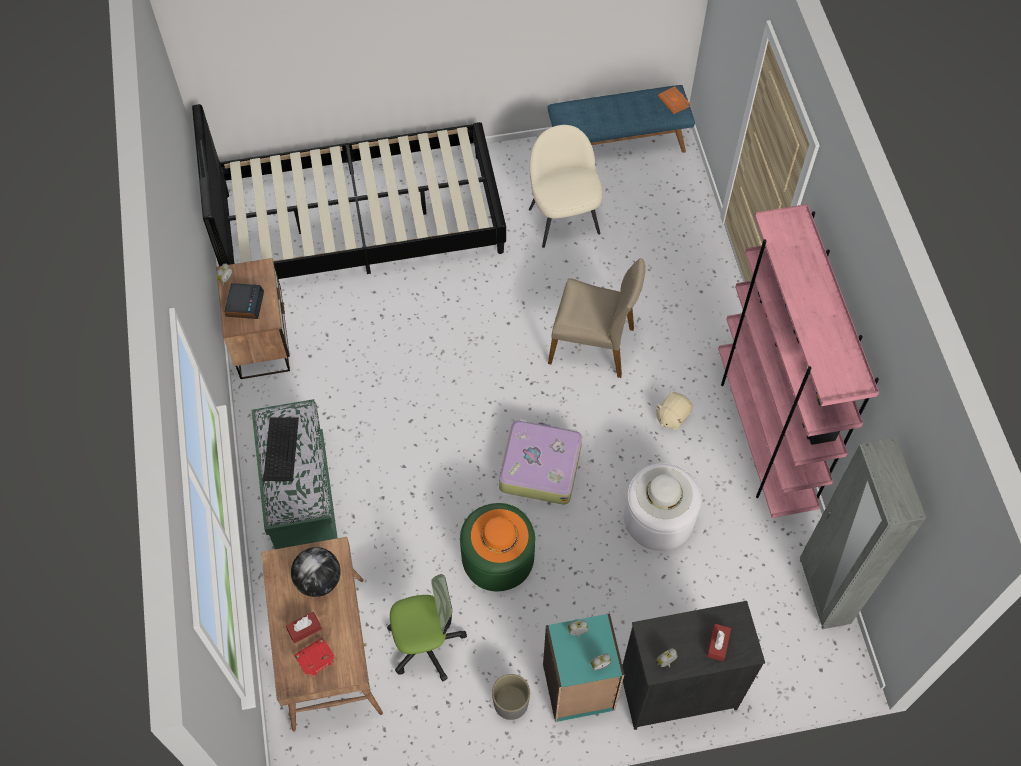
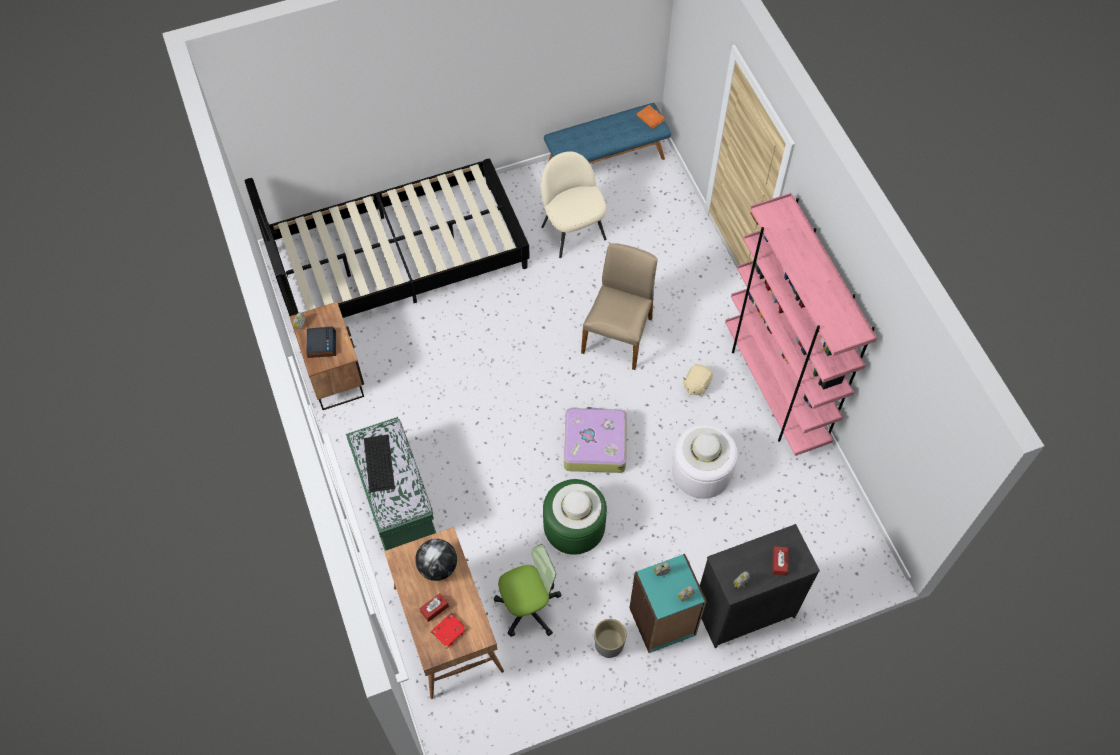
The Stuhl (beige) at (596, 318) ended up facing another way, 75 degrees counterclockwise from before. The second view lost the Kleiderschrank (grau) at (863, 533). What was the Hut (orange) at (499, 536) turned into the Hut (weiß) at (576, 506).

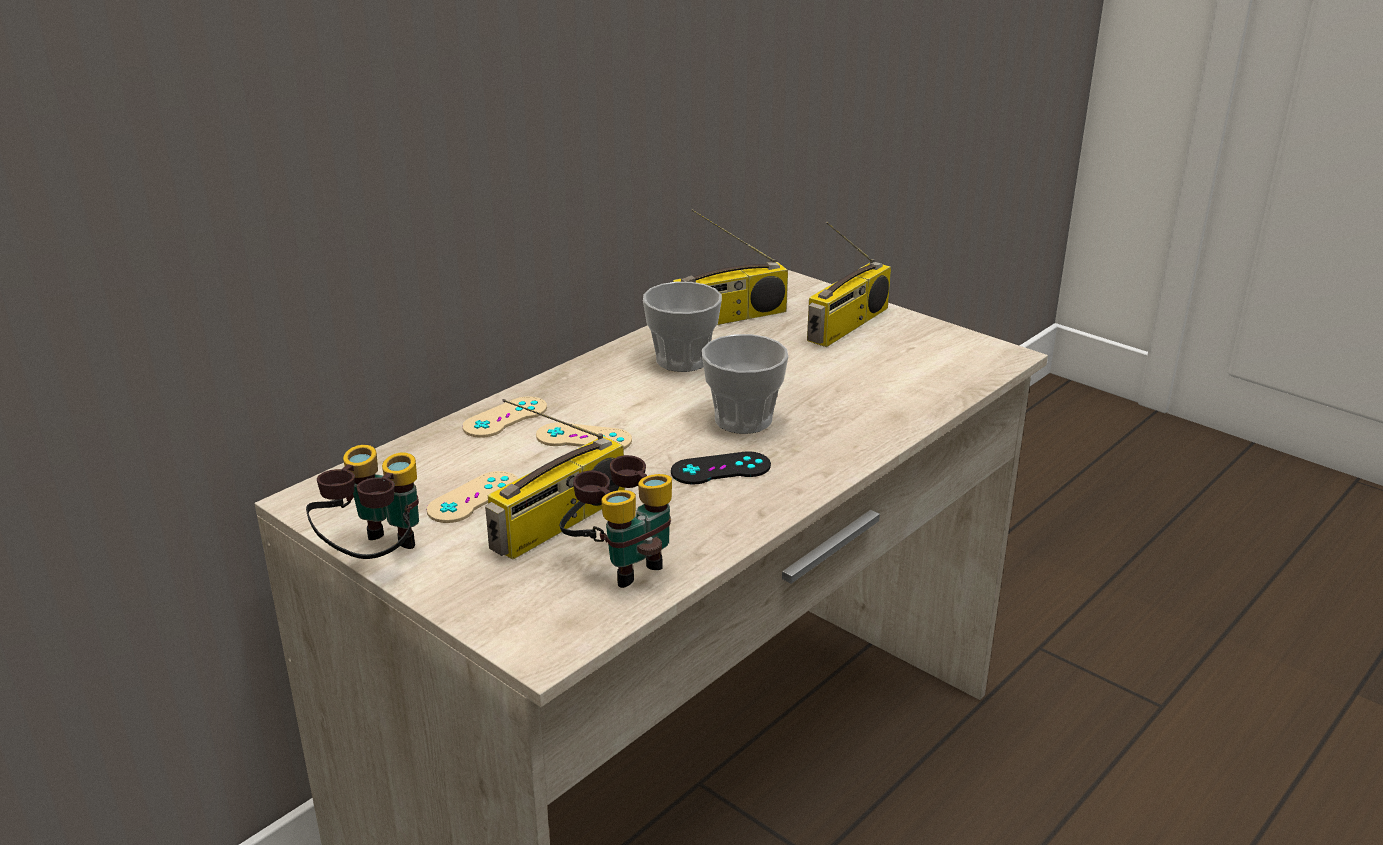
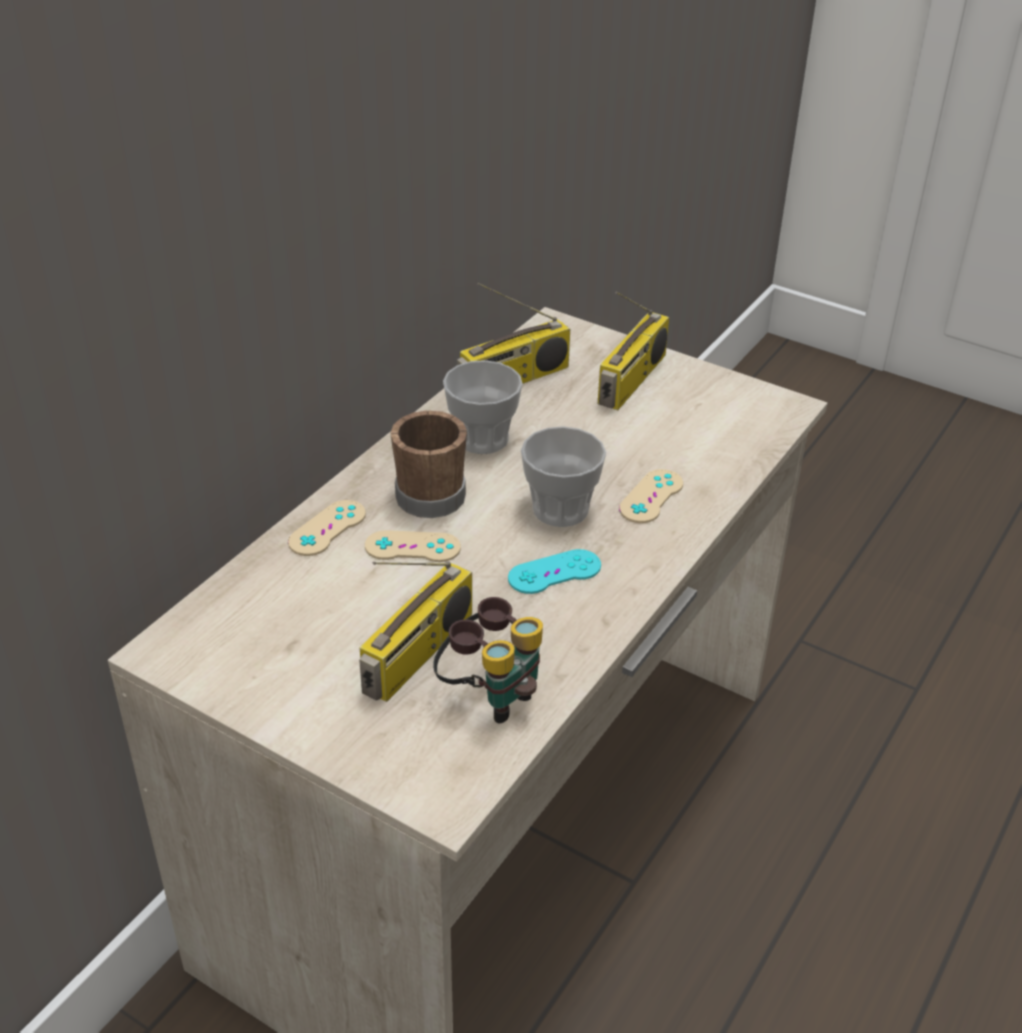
The second view lost the Fernglas at (362, 502). What was the Gamepad (schwarz) at (721, 467) turned into the Gamepad (türkis) at (554, 571). The Gamepad (beige) ended up elsewhere, having gone from (472, 497) to (651, 496). The second view gained the Henkelbecher (braun) at (429, 464).

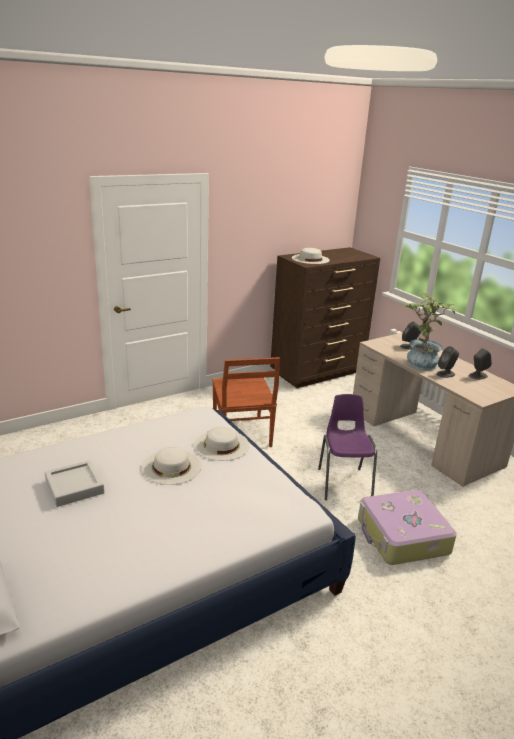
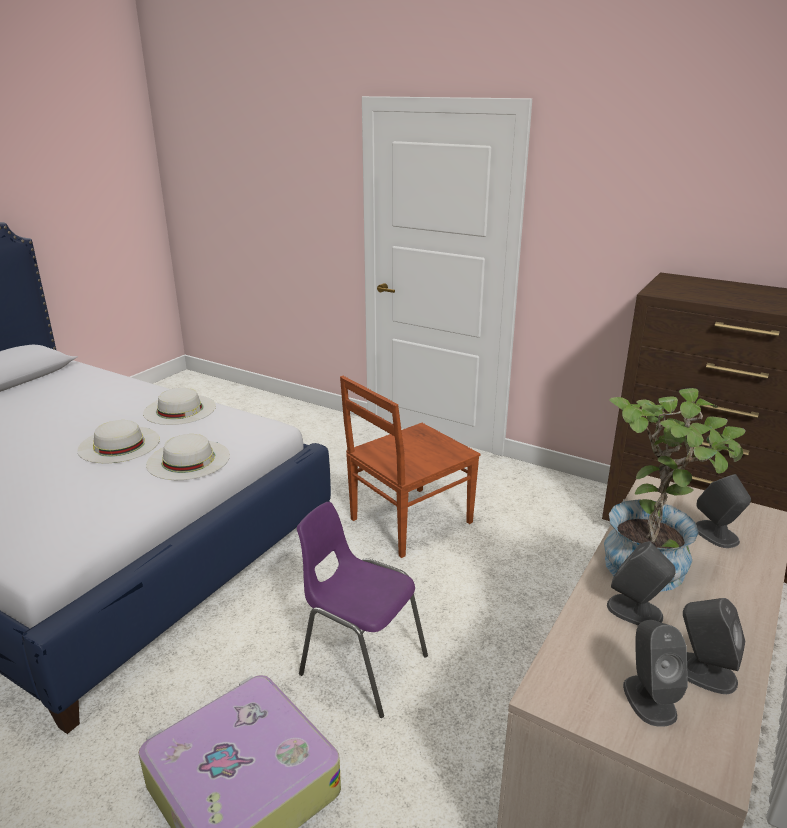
The Hut (weiß) ended up elsewhere, having gone from (311, 256) to (179, 406). The Stuhl (lila) at (347, 447) ended up facing another way, 120 degrees counterclockwise from before. The second view lost the Tablett (grau) at (75, 483). The second view gained the Lautsprecher (grau) at (655, 673).

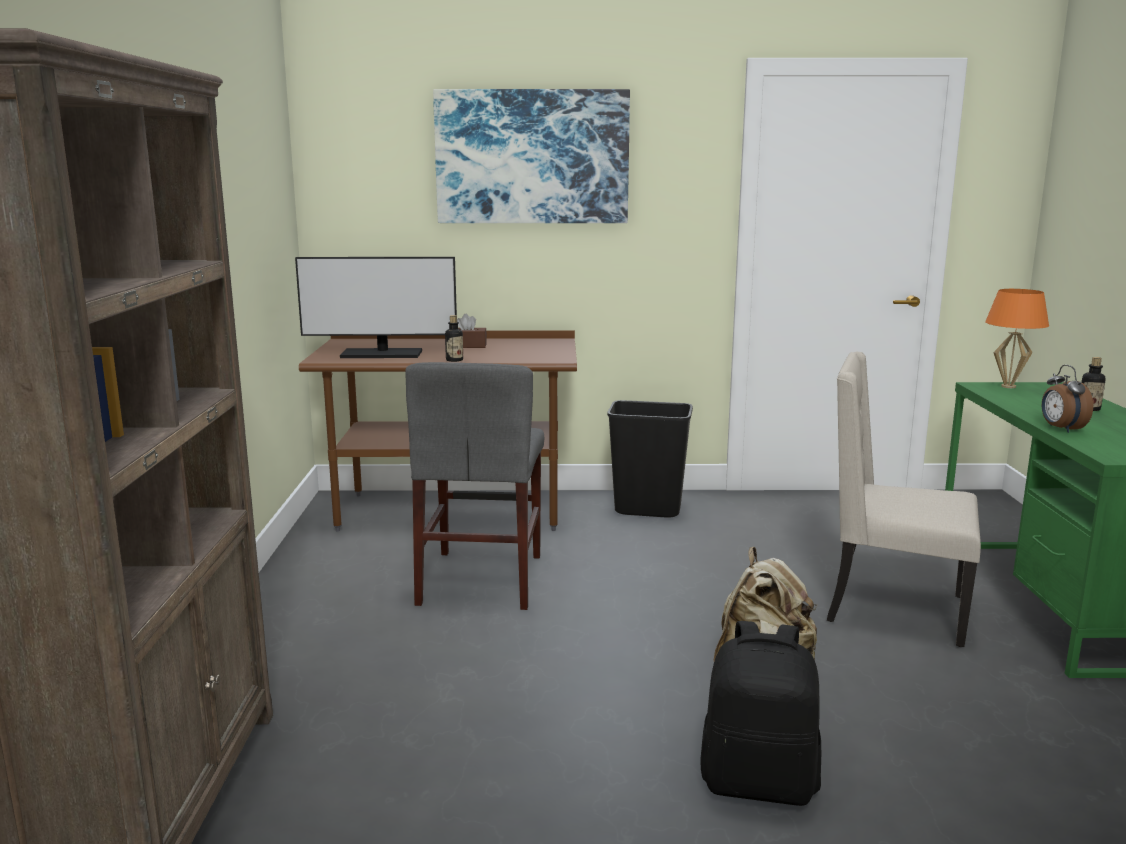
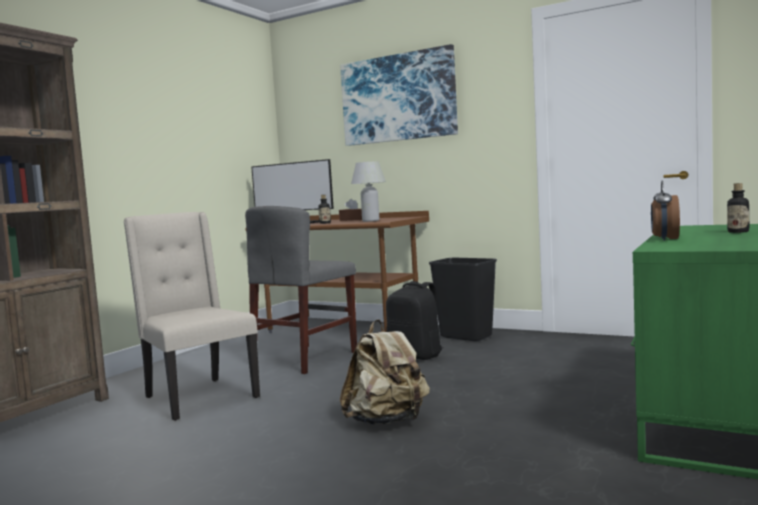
The second view lost the Tischlampe (orange) at (1017, 338). The Stuhl (beige) ended up elsewhere, having gone from (904, 499) to (192, 316). The Rucksack (schwarz) ended up elsewhere, having gone from (761, 713) to (415, 320). The second view gained the Tischlampe (weiß) at (368, 192).

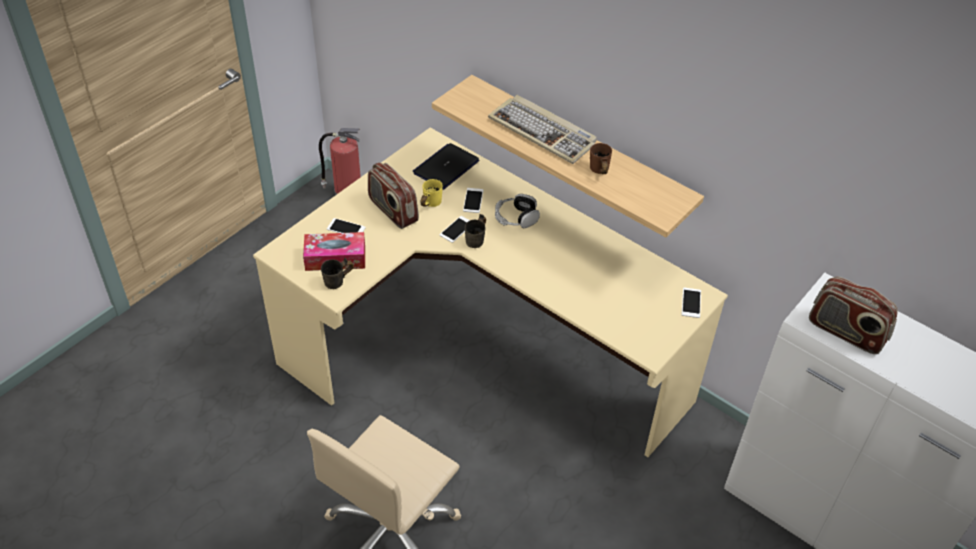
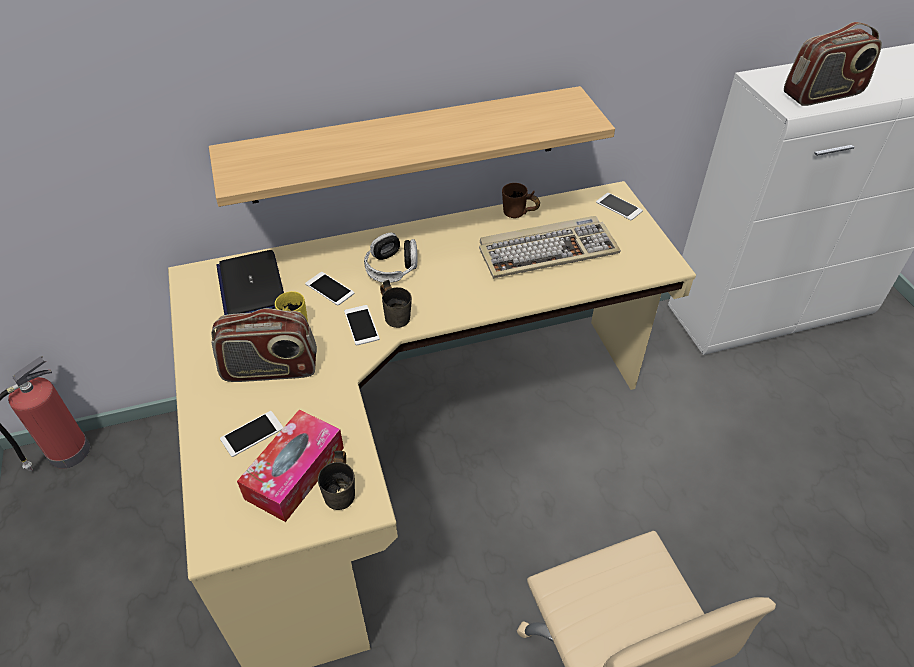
The Tastatur ended up elsewhere, having gone from (542, 129) to (550, 247). The Henkelbecher (braun) ended up elsewhere, having gone from (601, 158) to (521, 200).

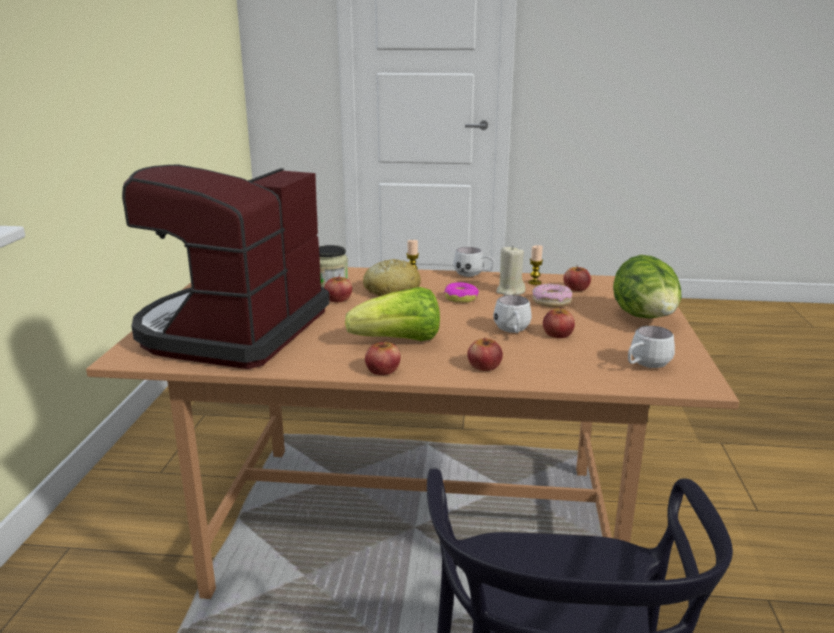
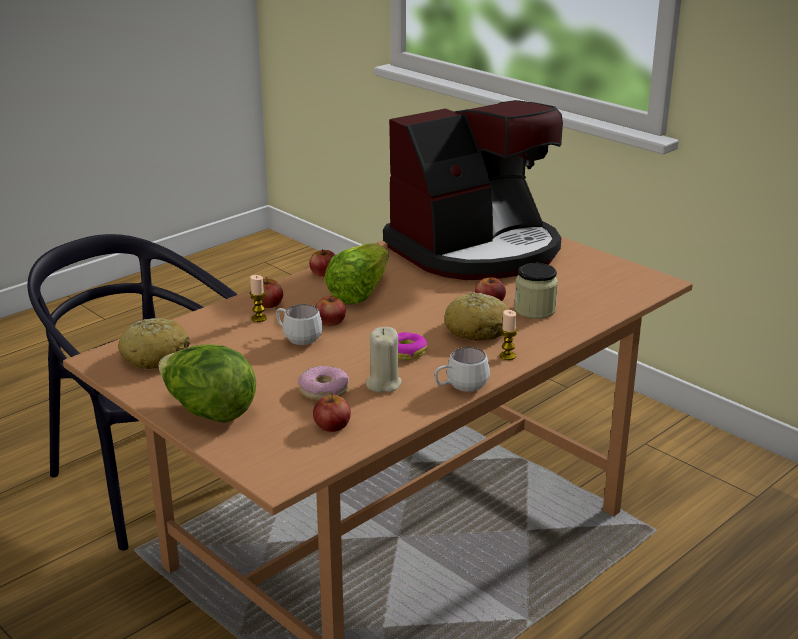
The Kaffeemaschine at (226, 266) ended up facing another way, 90 degrees clockwise from before. The Kerze ended up elsewhere, having gone from (535, 265) to (258, 298). The Apfel ended up elsewhere, having gone from (559, 321) to (330, 311). Where the Henkelbecher (weiß) stood at (651, 347), the Brot came to stand at (154, 343).

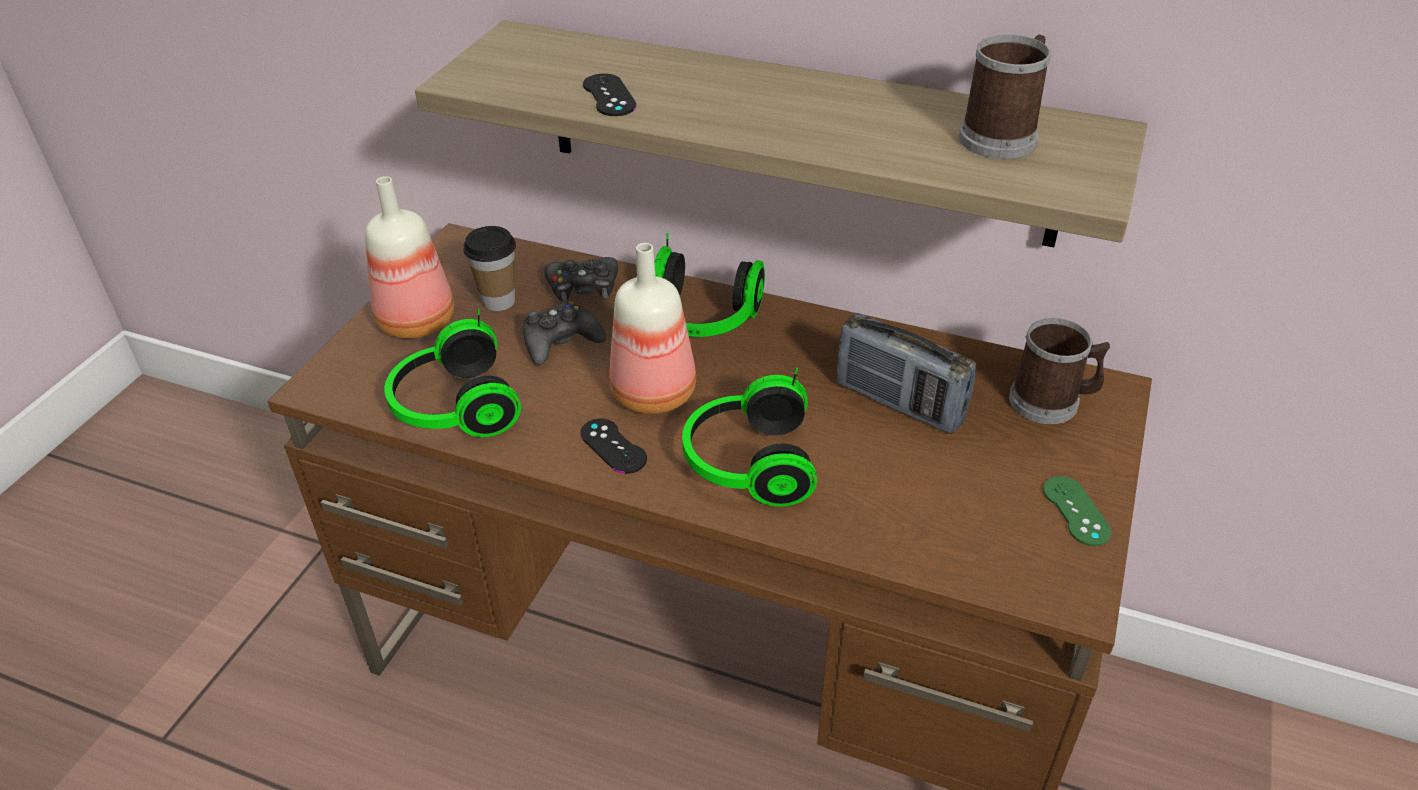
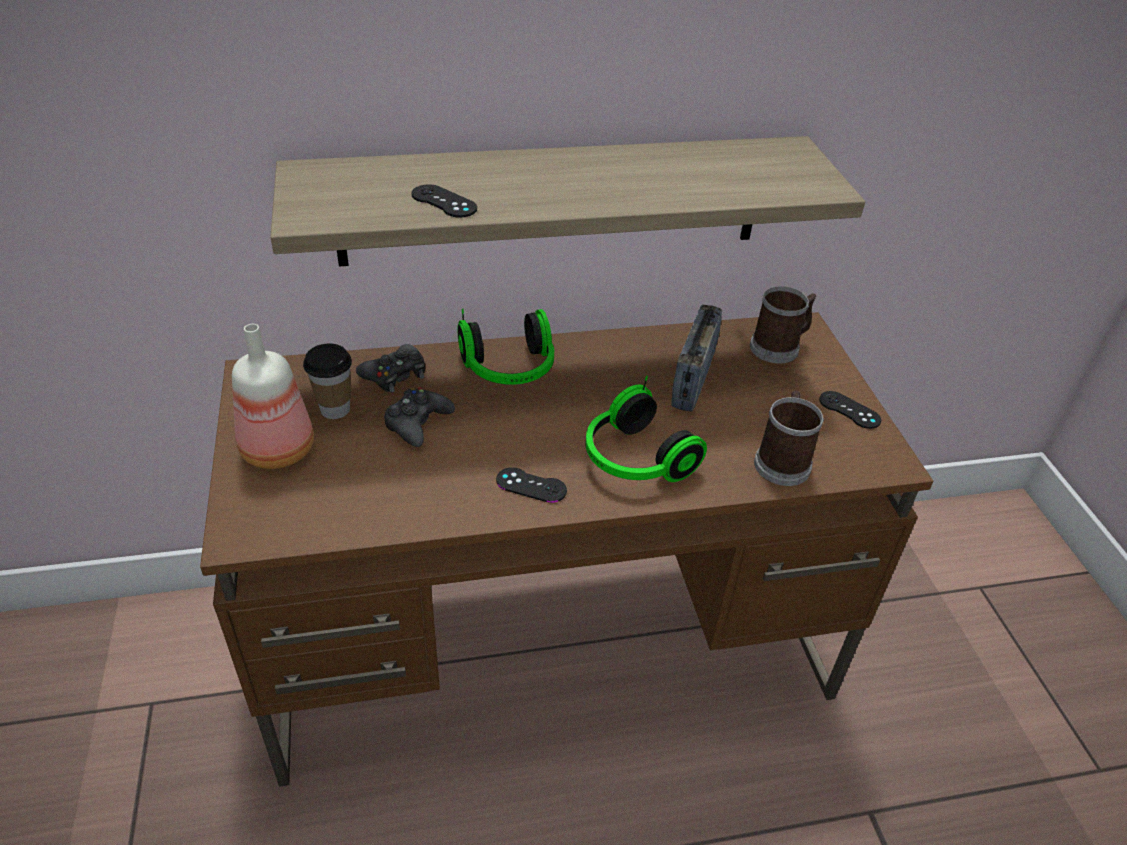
The Henkelbecher ended up elsewhere, having gone from (1005, 96) to (789, 438). The second view lost the Flasche at (652, 328). The second view lost the Kopfhörer at (452, 373). The Radio at (906, 373) ended up facing another way, 105 degrees clockwise from before. What was the Gamepad (grün) at (1077, 511) turned into the Gamepad (schwarz) at (850, 410).

